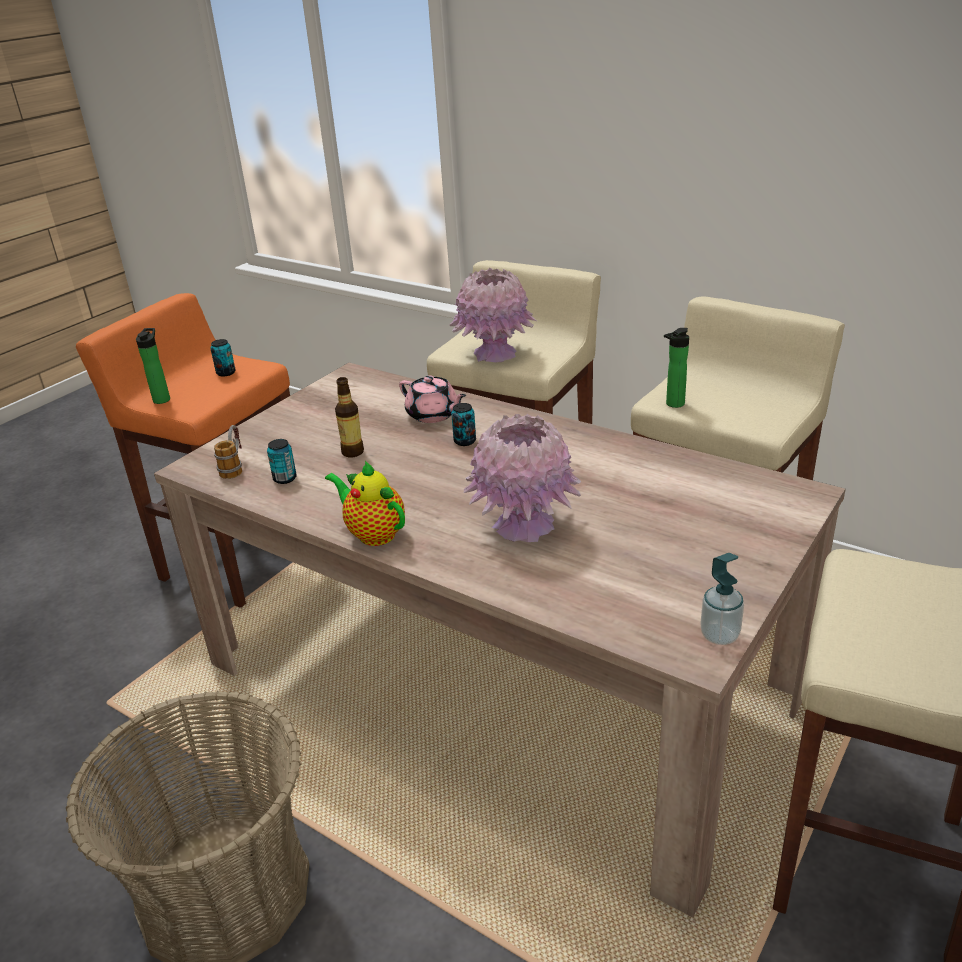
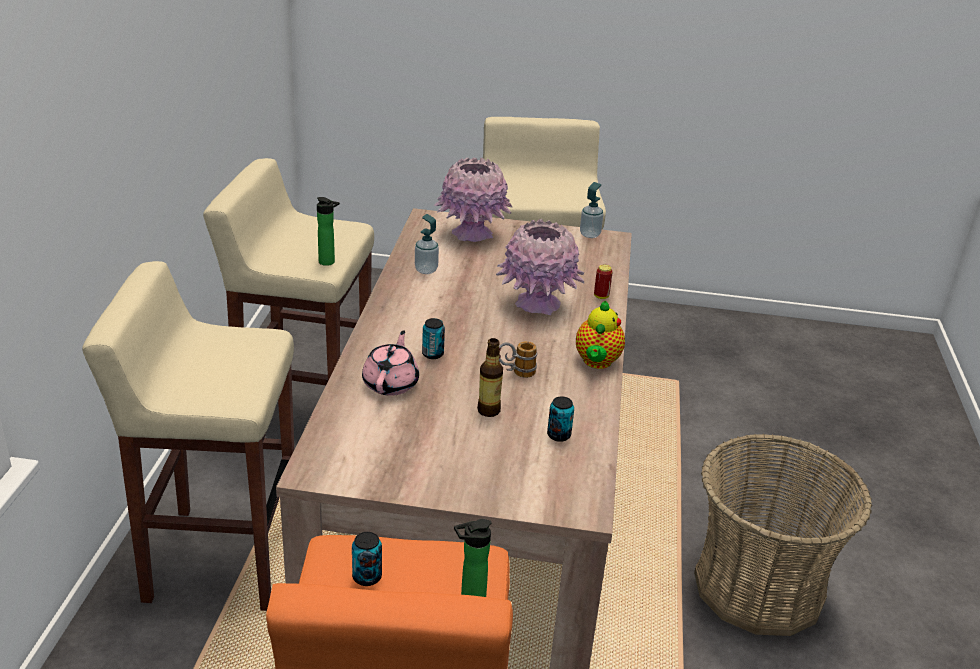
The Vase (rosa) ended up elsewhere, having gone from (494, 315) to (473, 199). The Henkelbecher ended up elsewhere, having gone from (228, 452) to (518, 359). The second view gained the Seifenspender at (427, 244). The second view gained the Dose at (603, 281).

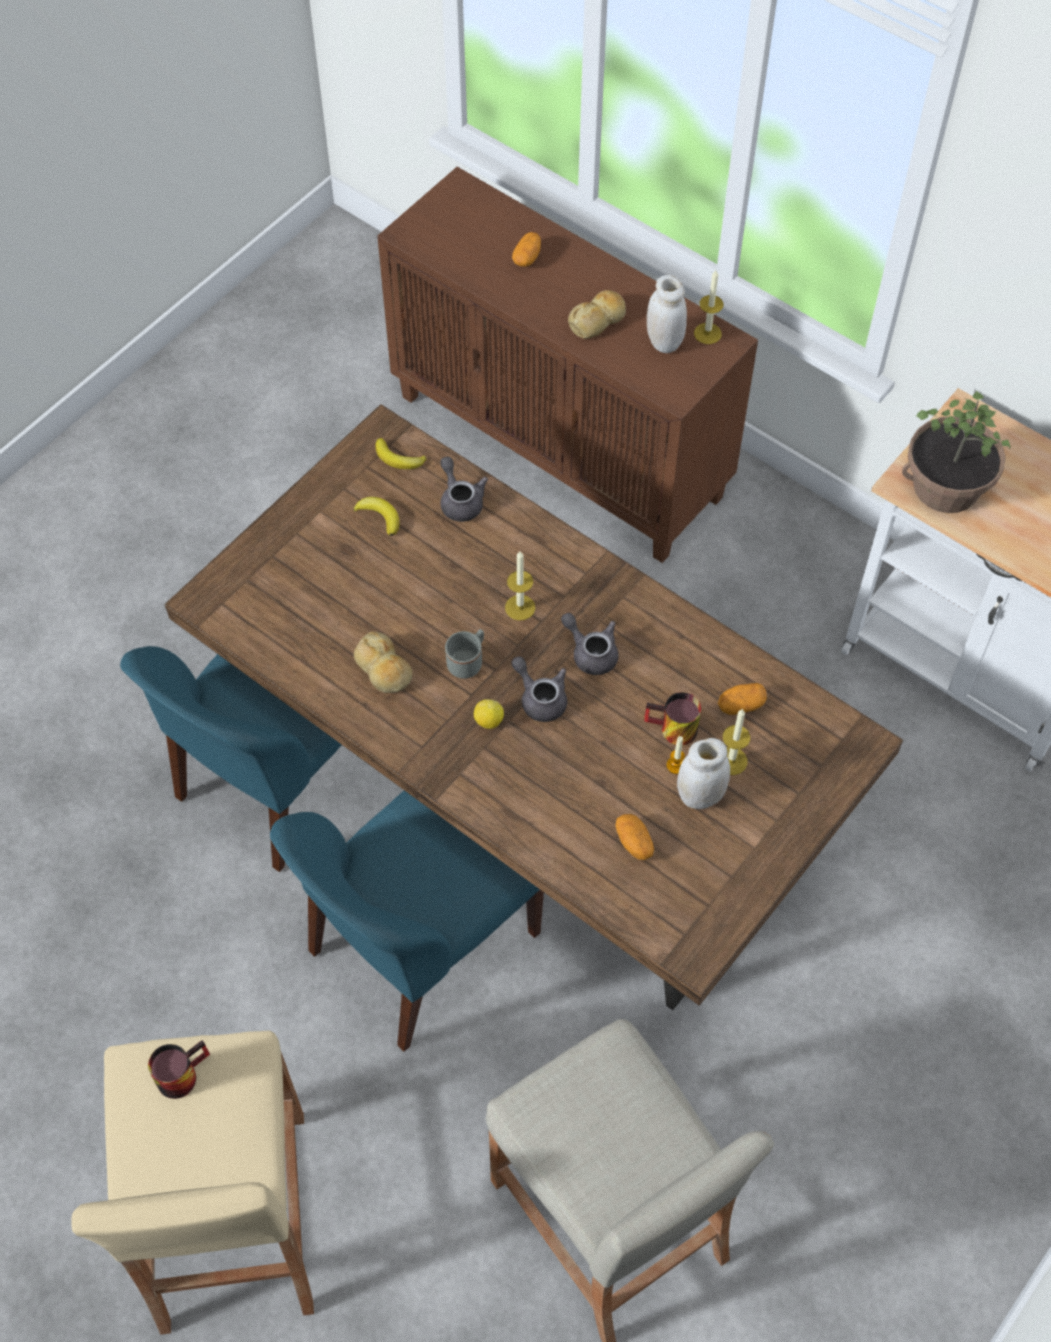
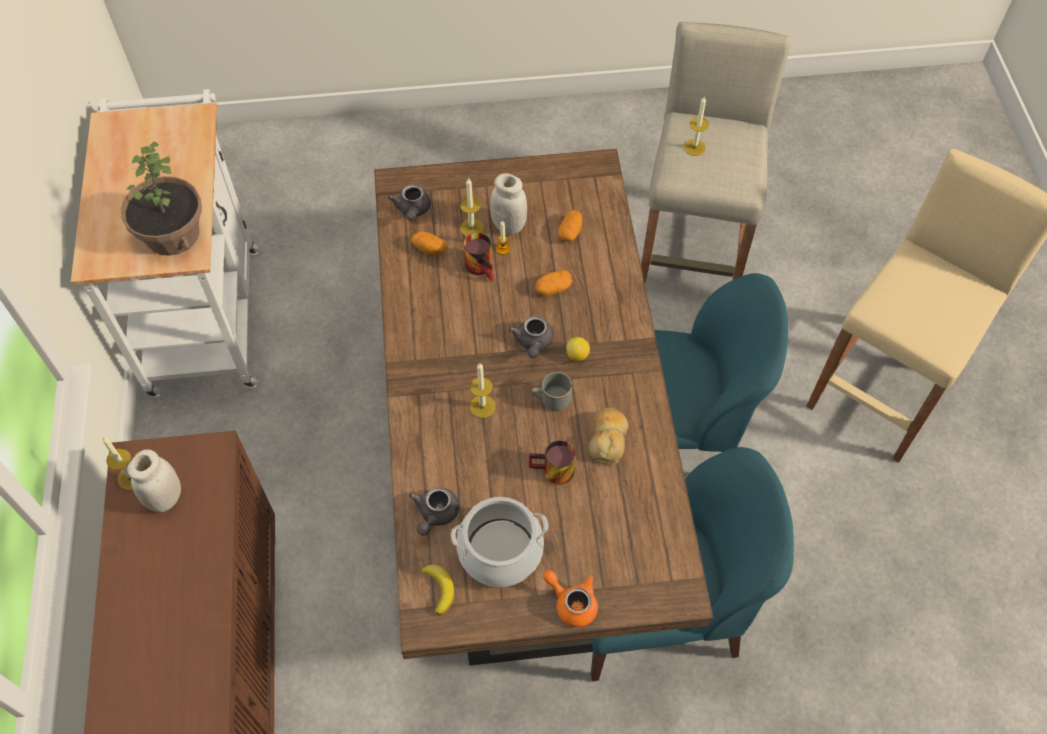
The Kartoffel ended up elsewhere, having gone from (526, 249) to (553, 283). The second view lost the Brot at (597, 314). Where the Banane stood at (376, 516), the Kochtopf came to stand at (499, 542). The Teekanne (grau) ended up elsewhere, having gone from (590, 644) to (409, 202). The Henkelbecher ended up elsewhere, having gone from (179, 1069) to (552, 462). The second view gained the Kerze at (696, 126). The second view gained the Teekanne (orange) at (570, 598).

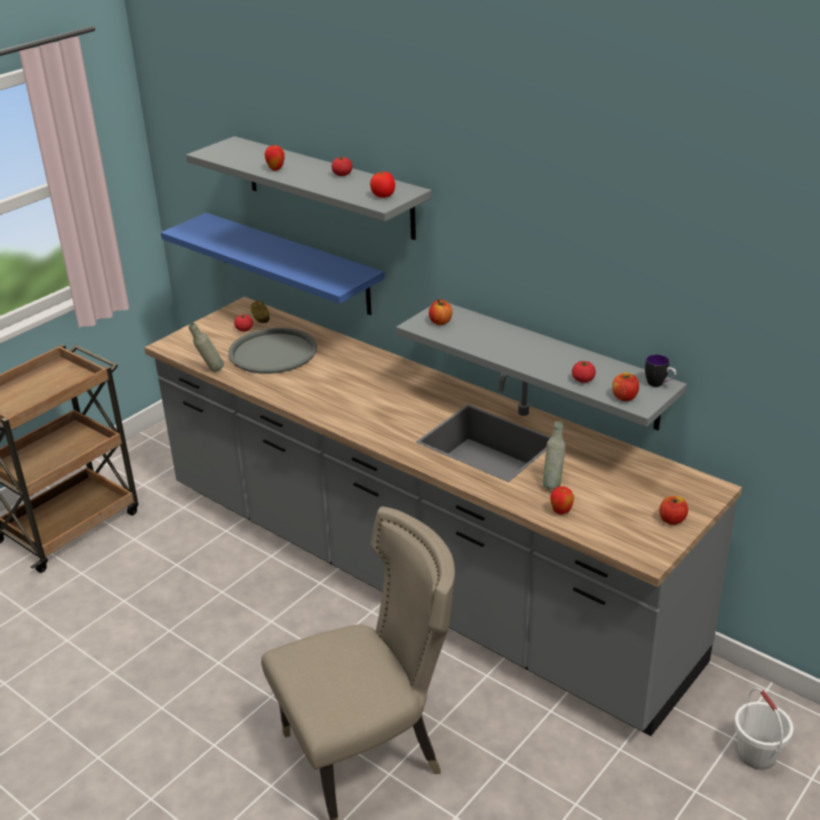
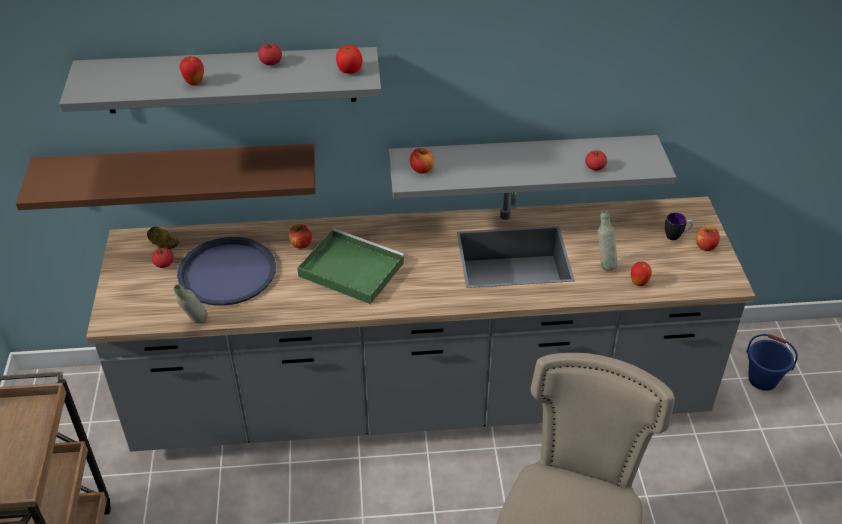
What was the Wandregal (blau) at (273, 264) turned into the Wandregal (braun) at (166, 176). What was the Tablett (grau) at (272, 351) turned into the Tablett (blau) at (226, 271). The Henkelbecher ended up elsewhere, having gone from (660, 370) to (679, 226). The Apfel ended up elsewhere, having gone from (625, 387) to (300, 236). What was the Eimer (weiß) at (764, 729) turned into the Eimer (blau) at (772, 362). The second view gained the Tablett (grün) at (351, 266).

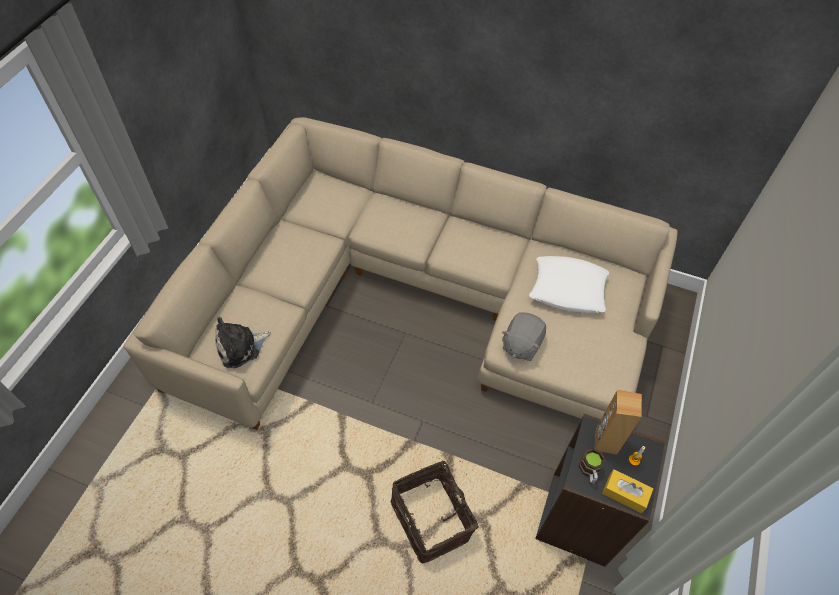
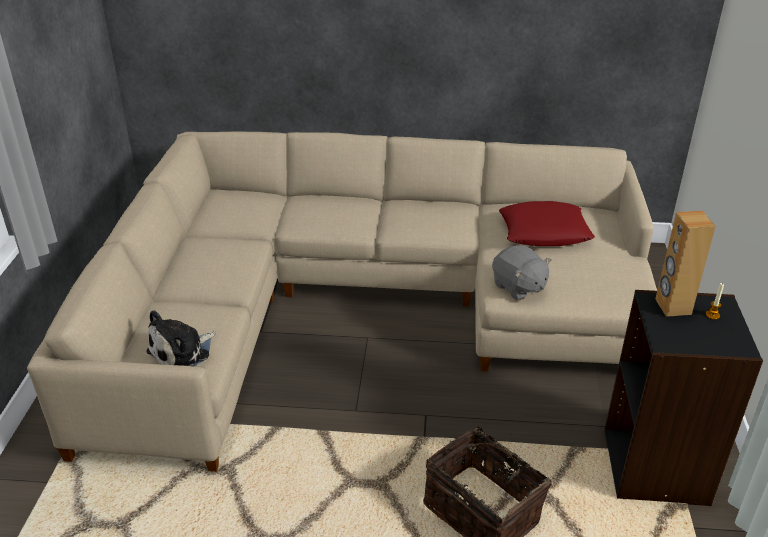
What was the Kissen (weiß) at (569, 284) turned into the Kissen (rot) at (547, 223). The Plüschtier (grau) at (524, 336) ended up facing another way, 45 degrees counterclockwise from before. The second view lost the Henkelbecher at (592, 466). The second view lost the Taschentuchbox (gelb) at (627, 491).

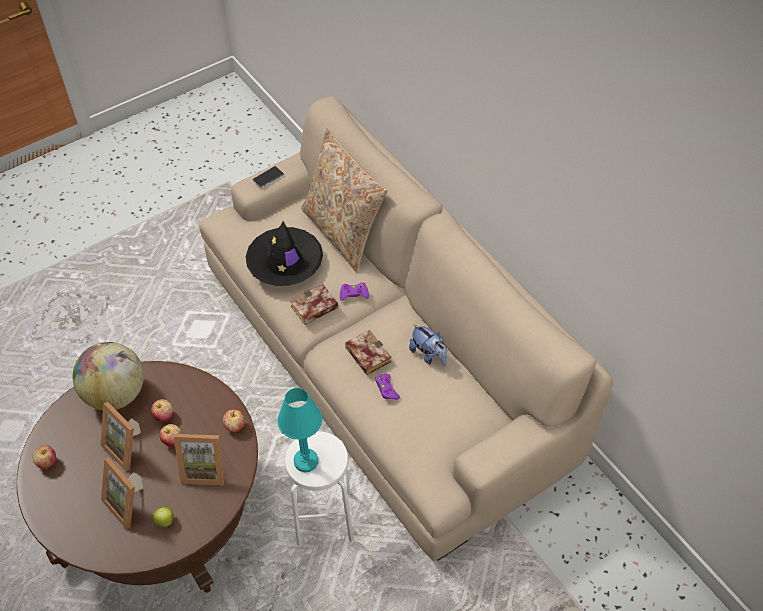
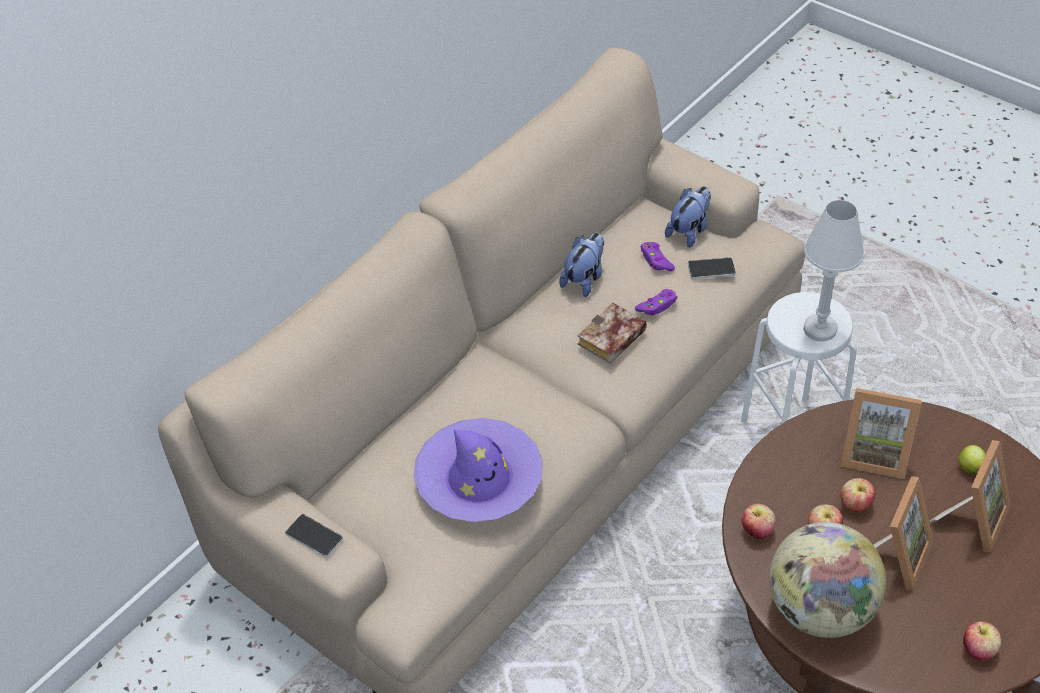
The second view lost the Kissen (beige) at (344, 200). What was the Hut (schwarz) at (284, 253) turned into the Hut (lila) at (478, 470). The Gamepad (lila) ended up elsewhere, having gone from (354, 292) to (658, 256). The second view lost the Buch at (314, 304). What was the Tischlampe (türkis) at (300, 430) turned into the Tischlampe (weiß) at (834, 271). The Apfel ended up elsewhere, having gone from (234, 420) to (759, 521). The Bilderrahmen at (199, 459) ended up facing another way, 120 degrees clockwise from before. The second view gained the Plüschtier at (688, 217). The second view gained the Handy at (712, 268).

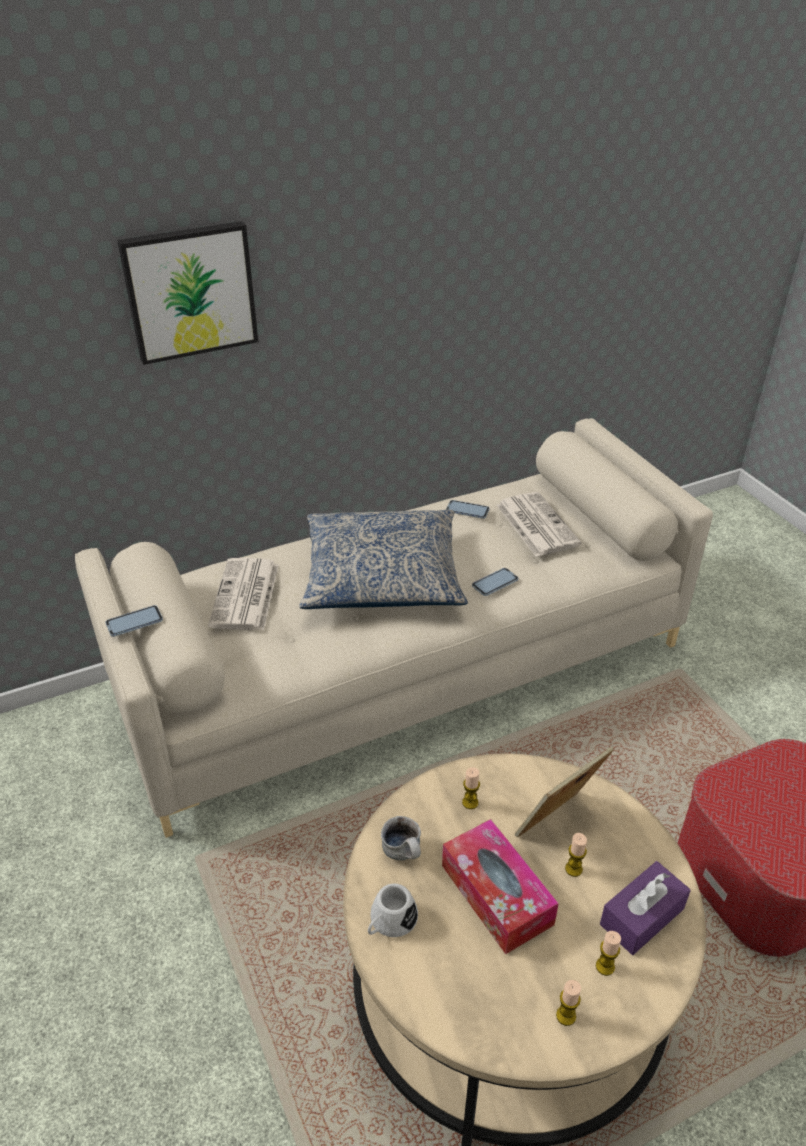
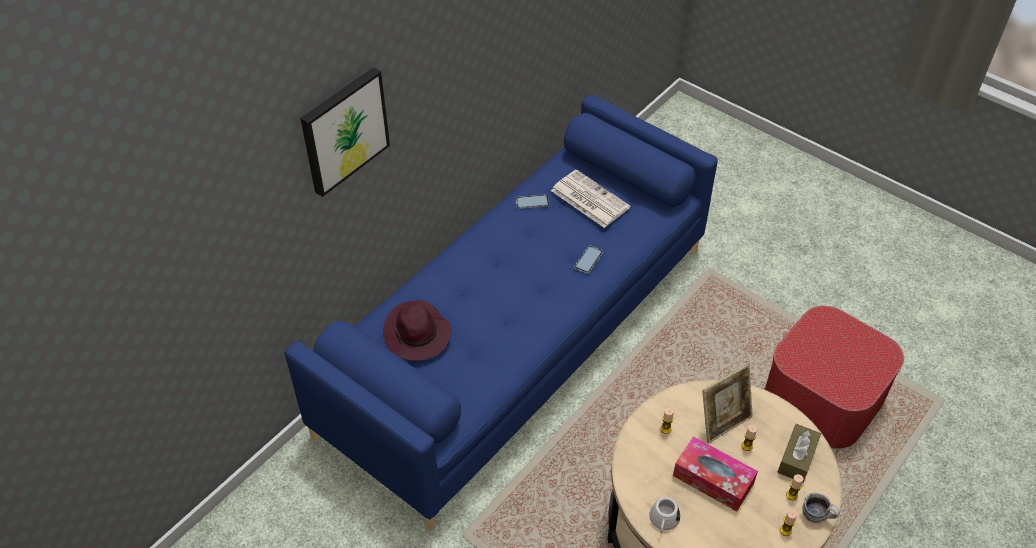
What was the Sofa (beige) at (394, 628) turned into the Sofa (blau) at (501, 313). The second view lost the Kissen at (383, 559). Where the Zeitung stood at (243, 594), the Hut (lila) came to stand at (417, 330). The second view lost the Handy at (134, 621). The Bilderrahmen at (564, 792) ended up facing another way, 150 degrees counterclockwise from before. The Henkelbecher ended up elsewhere, having gone from (401, 838) to (821, 508). What was the Taschentuchbox (lila) at (645, 908) turned into the Taschentuchbox (braun) at (799, 453).

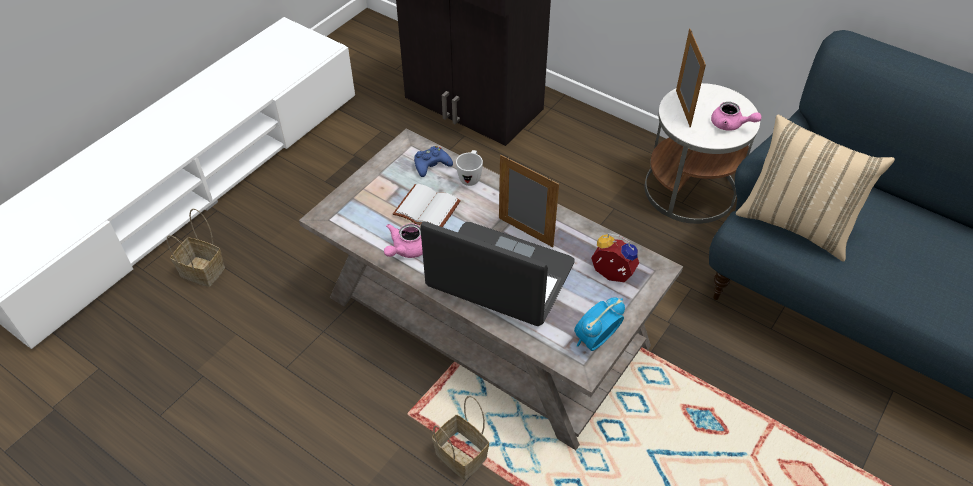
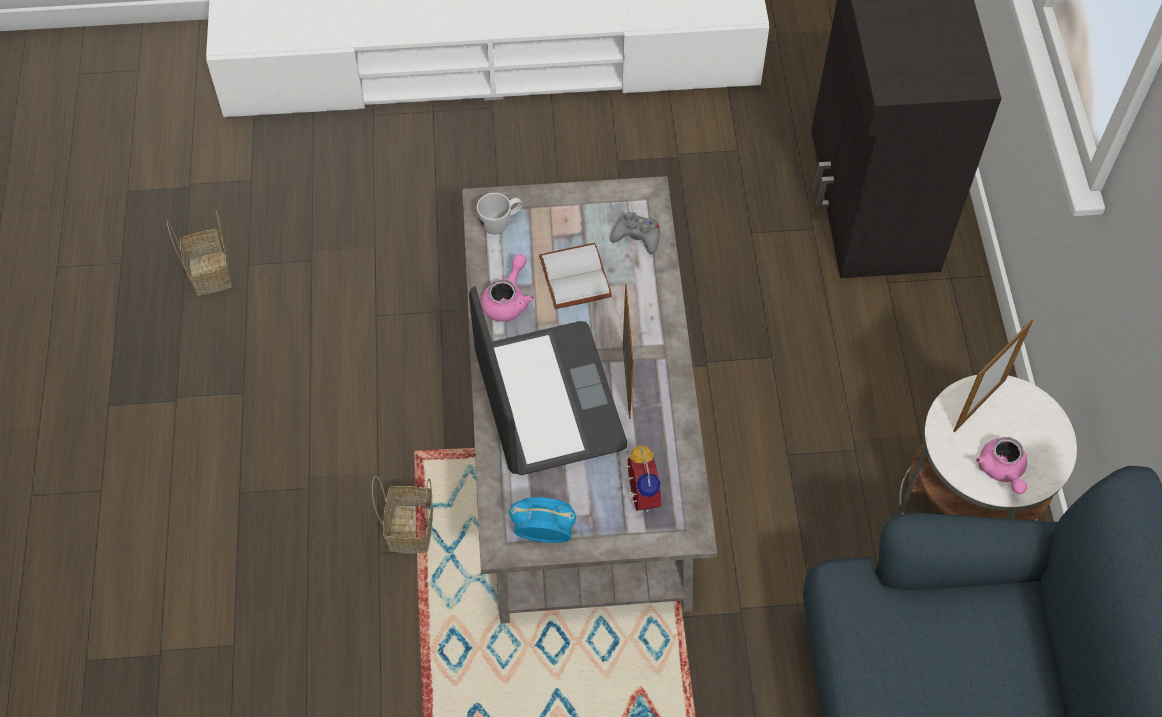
The second view lost the Kissen (beige) at (815, 188). What was the Gamepad (blau) at (433, 161) turned into the Gamepad (grau) at (635, 233). The Henkelbecher (weiß) ended up elsewhere, having gone from (469, 168) to (500, 213). The Korb ended up elsewhere, having gone from (196, 248) to (199, 252). The Teekanne (rosa) at (403, 240) ended up facing another way, 120 degrees clockwise from before.

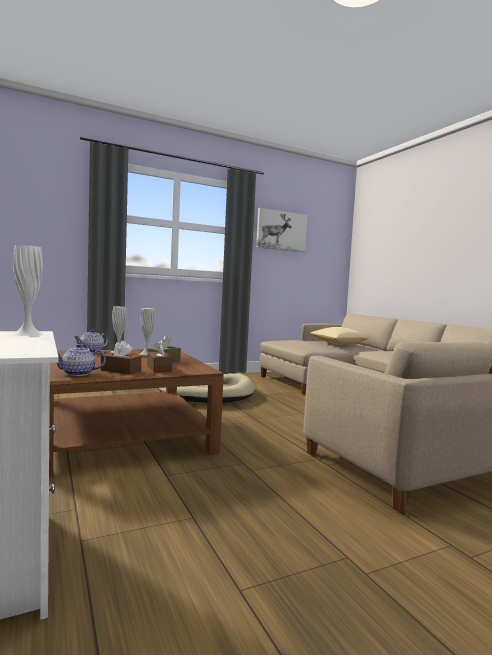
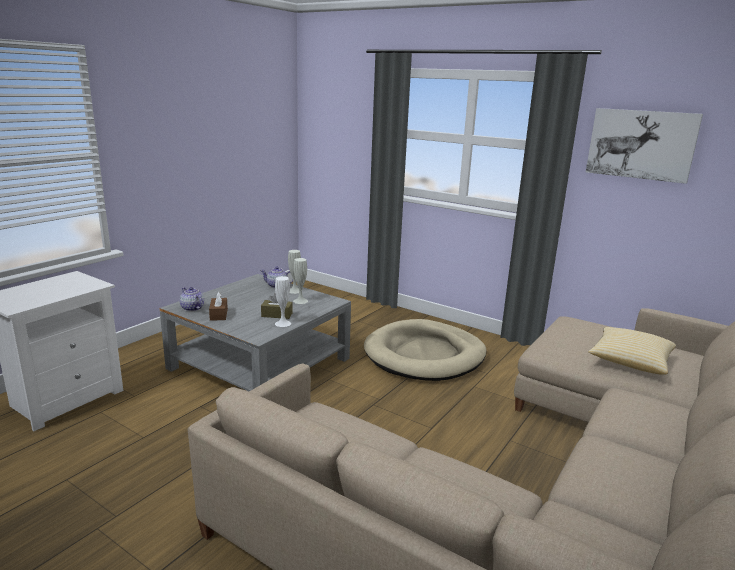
The Vase (weiß) ended up elsewhere, having gone from (27, 290) to (283, 301). The second view lost the Taschentuchbox (braun) at (160, 356). What was the Couchtisch (braun) at (136, 413) turned into the Couchtisch (grau) at (255, 332).

